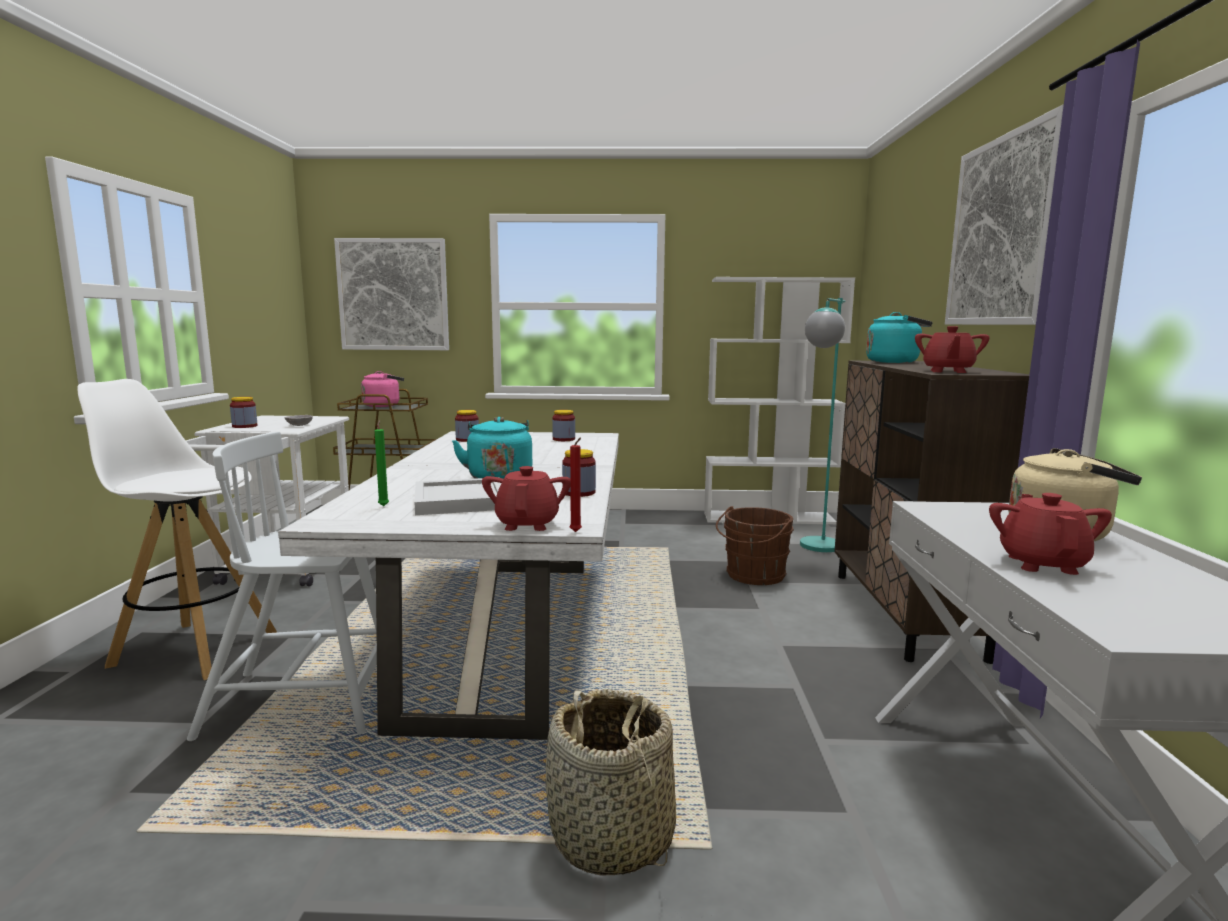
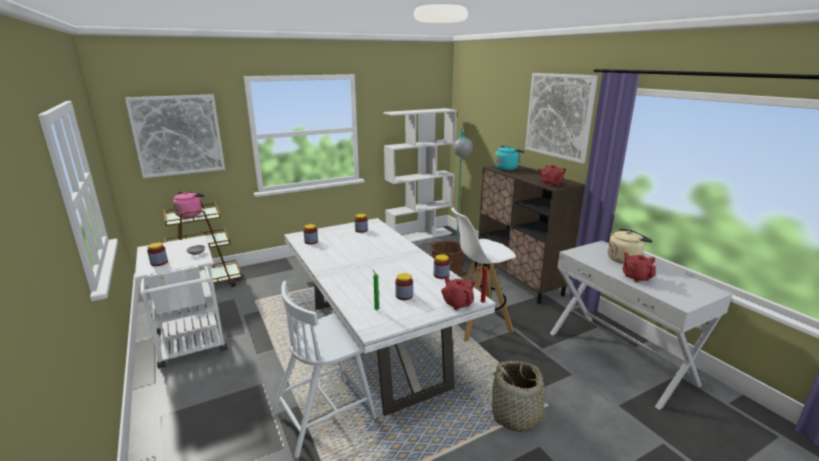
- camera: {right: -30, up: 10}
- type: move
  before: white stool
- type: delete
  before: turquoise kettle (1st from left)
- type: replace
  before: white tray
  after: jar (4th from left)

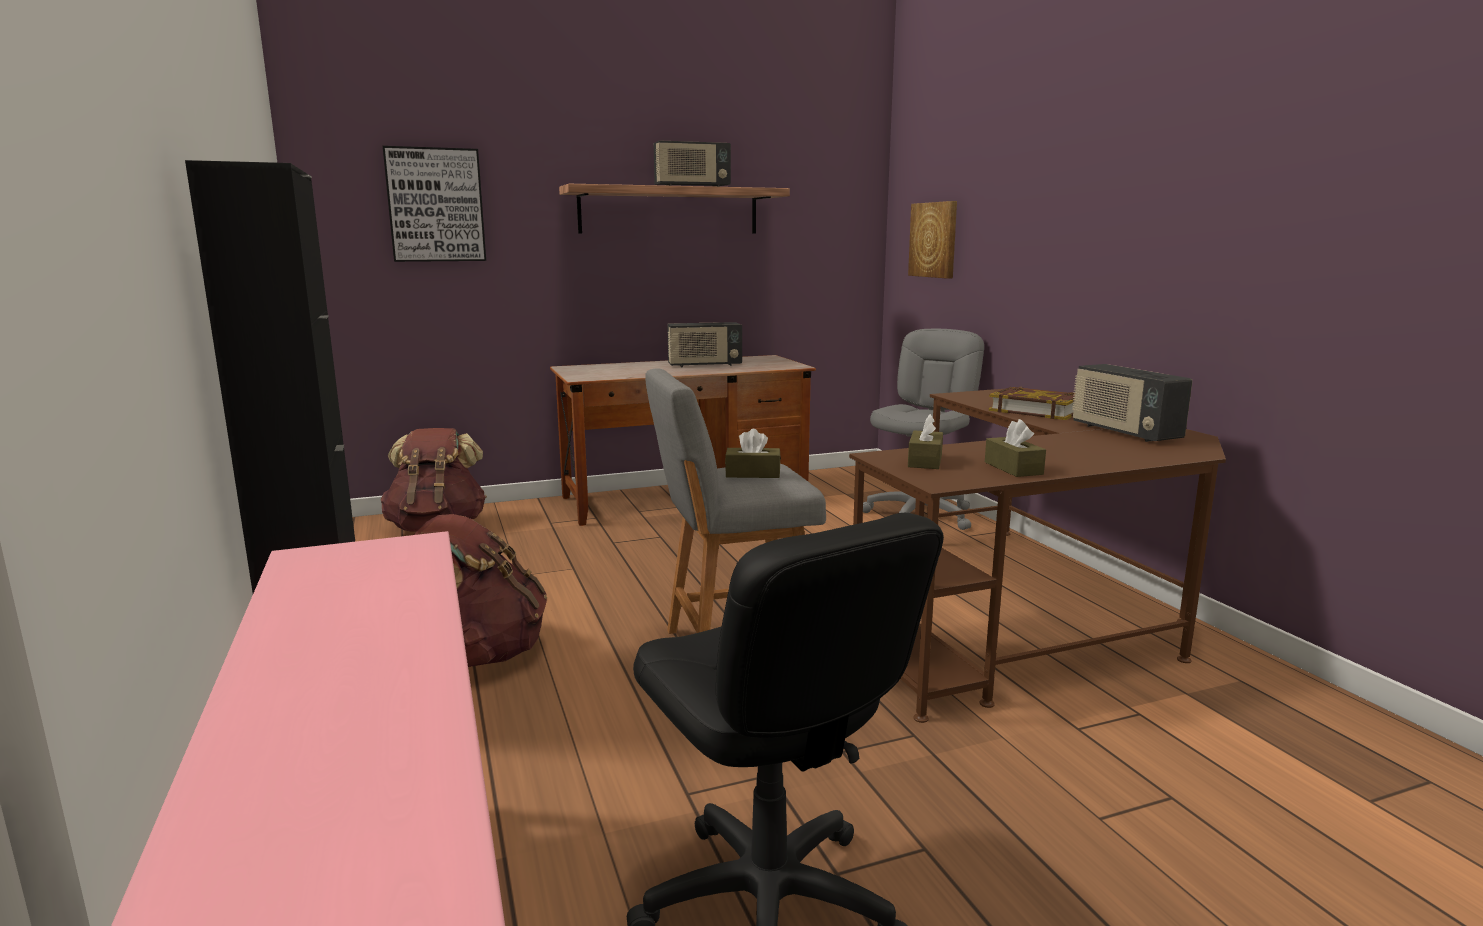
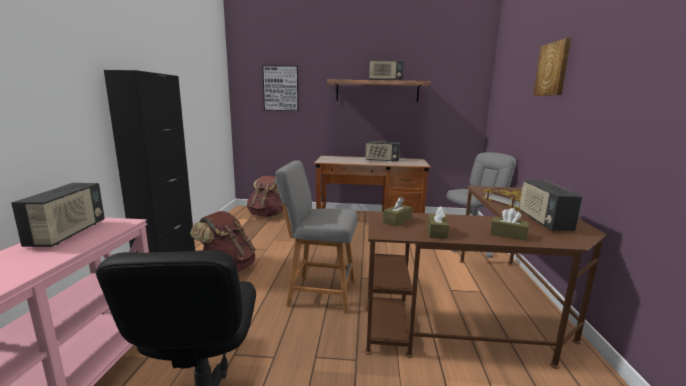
- camera: {right: 25, up: 0}
- type: move
  before: picture (2nd from left)
- type: move
  before: brown tissue box (1st from left in the first image)
  after: brown tissue box (3rd from left)
- type: insert
  after: radio (1st from left)

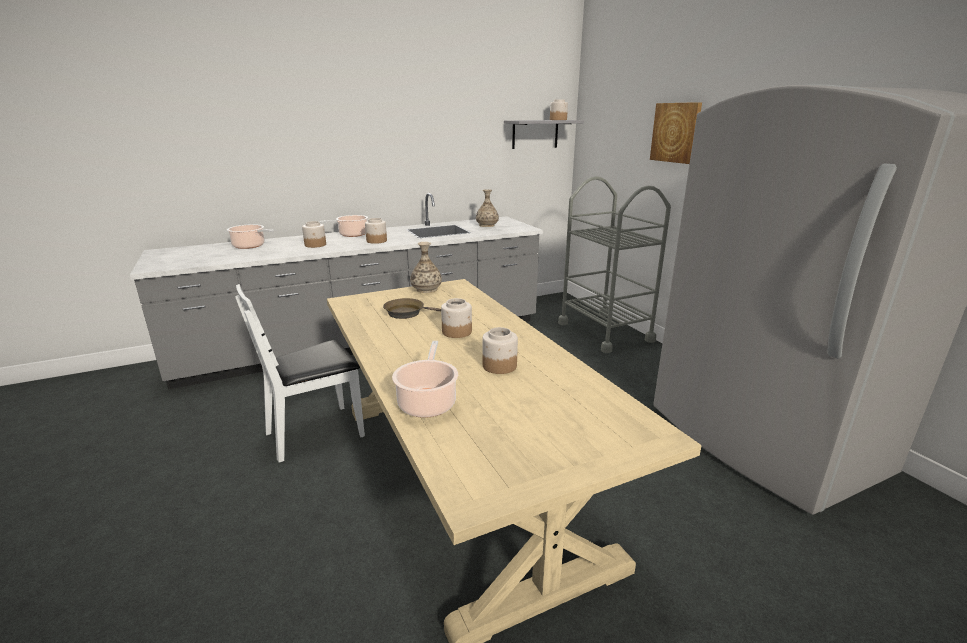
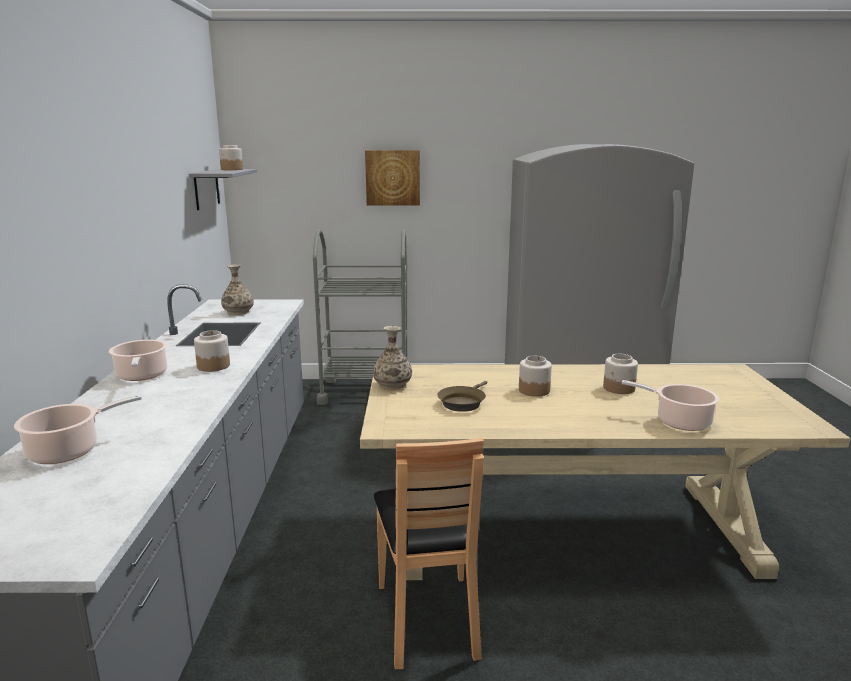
- camera: {right: -65, up: -5}
- type: delete
  before: jar (1st from left)
- type: recolor
  before: white chair
  after: brown chair

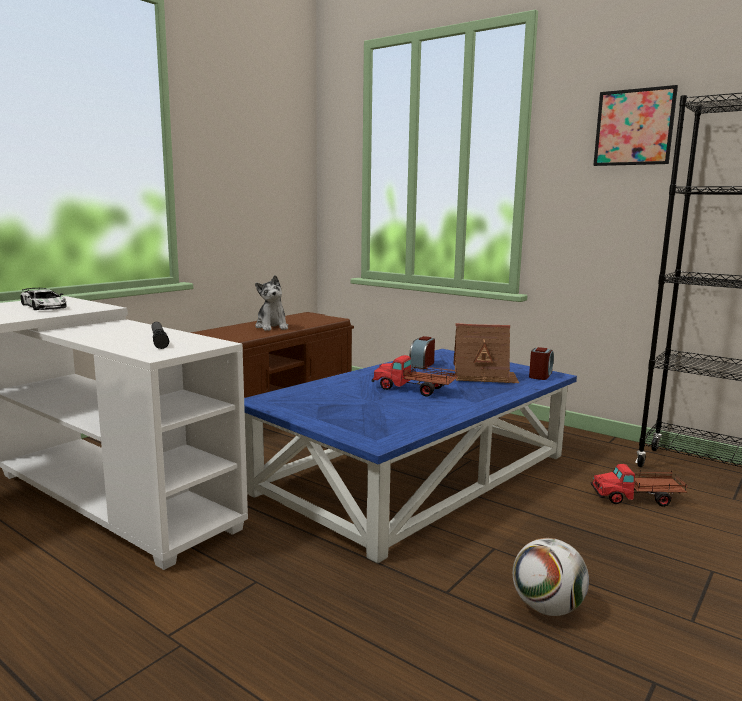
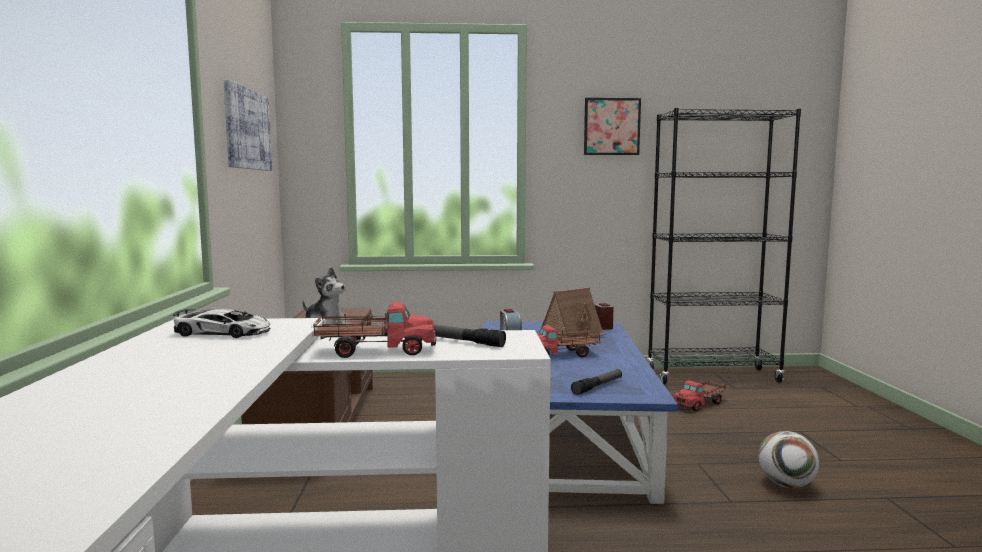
- camera: {right: -40, up: -5}
- type: insert
  after: picture (1st from left)
- type: insert
  after: toy truck (1st from left)
- type: insert
  after: flashlight (2nd from left)

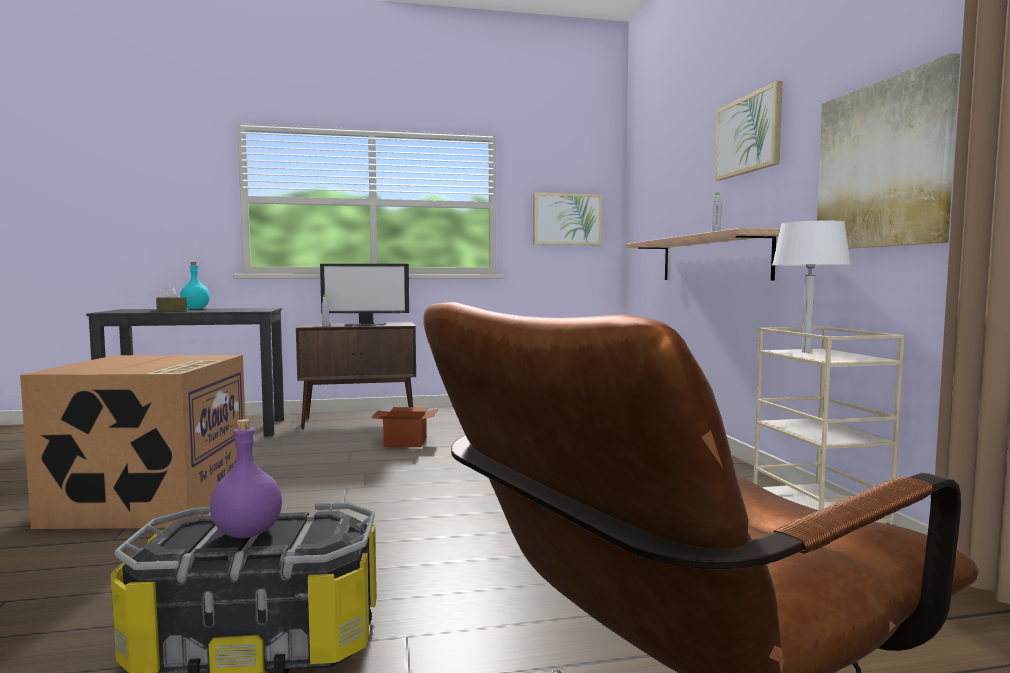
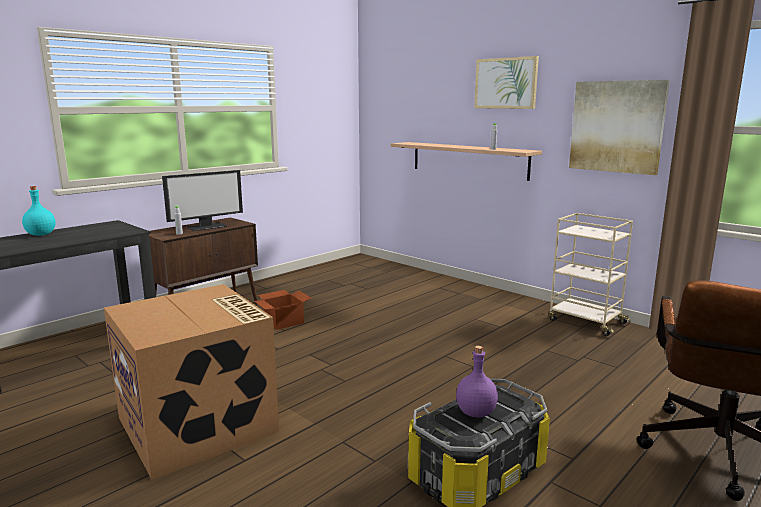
- camera: {right: -35, up: 10}
- type: delete
  before: picture (1st from left)
- type: delete
  before: white table lamp
- type: delete
  before: brown tissue box

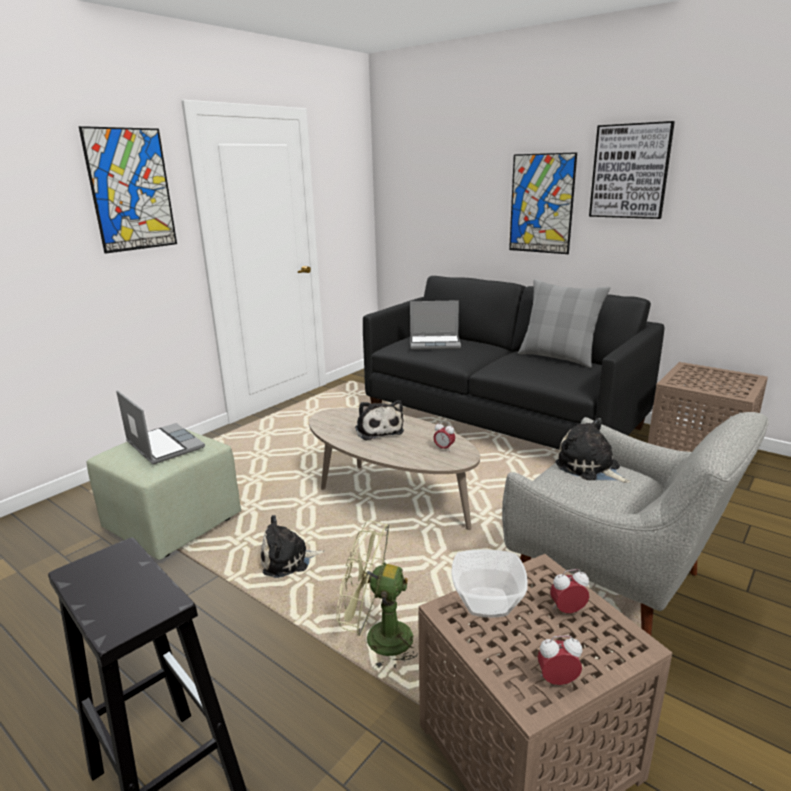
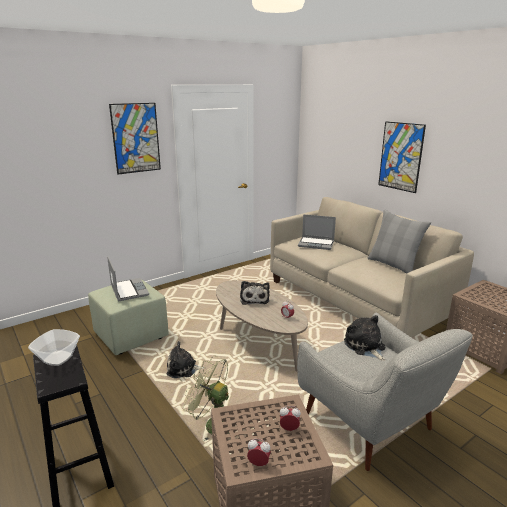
- camera: {right: 15, up: 0}
- type: delete
  before: picture (3rd from left)
- type: recolor
  before: black sofa
  after: beige sofa
- type: move
  before: bowl

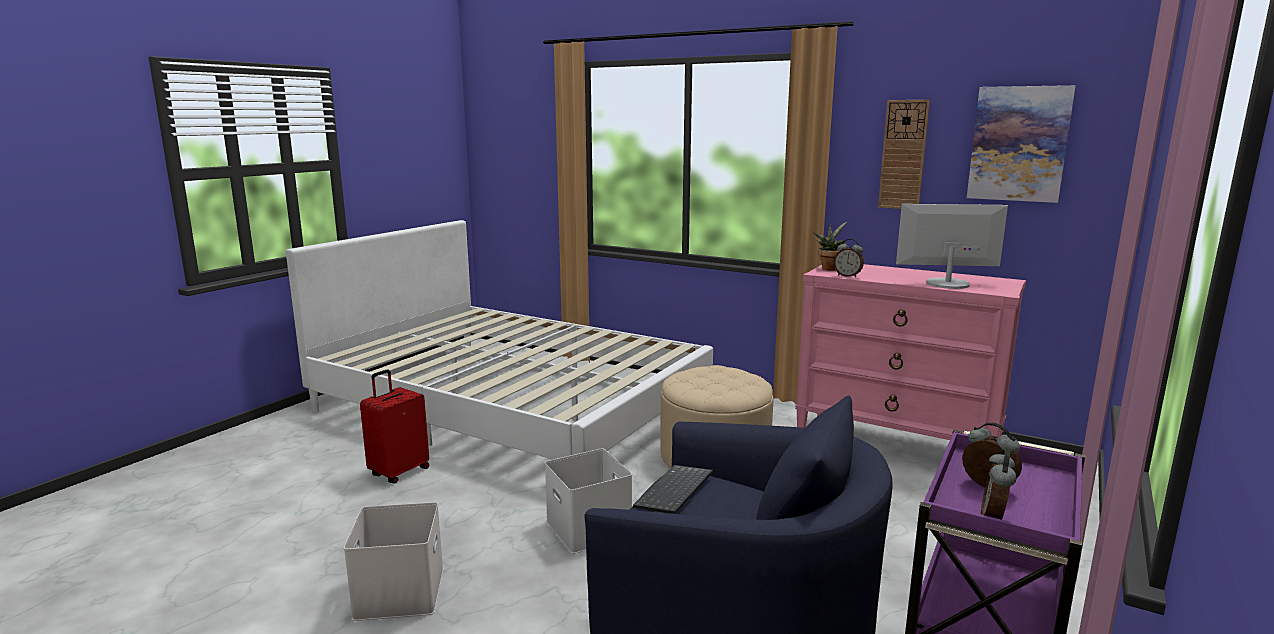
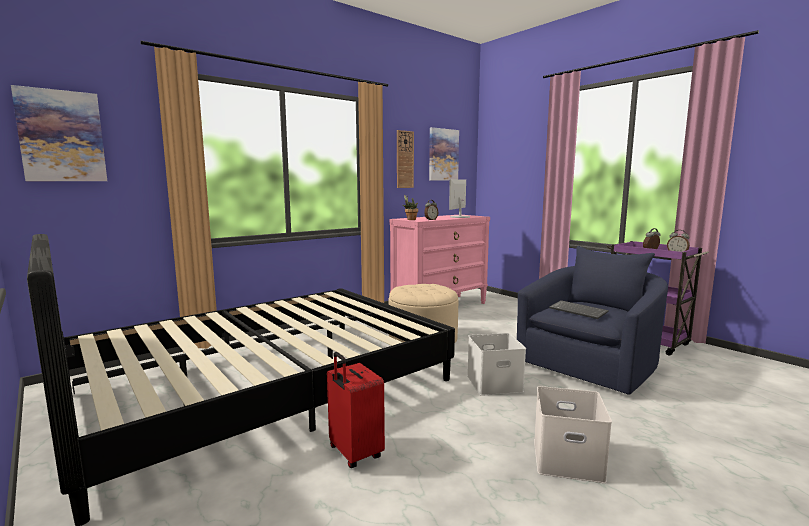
- camera: {right: -70, up: -5}
- type: recolor
  before: white bed
  after: black bed
- type: insert
  after: picture (1st from left)

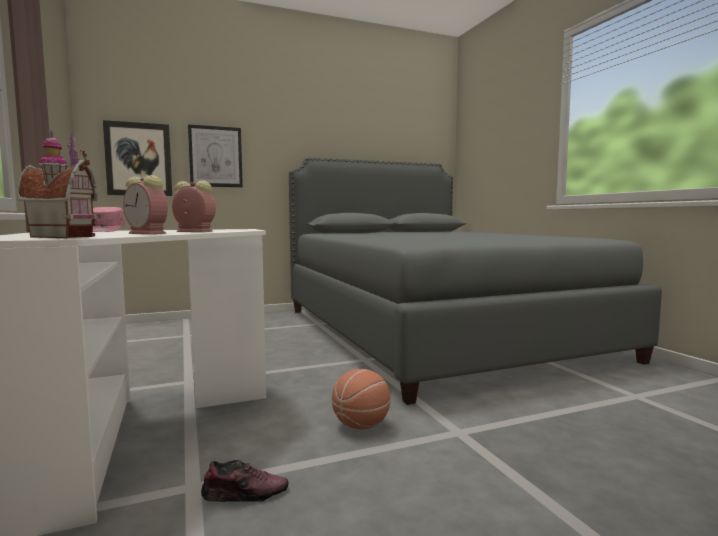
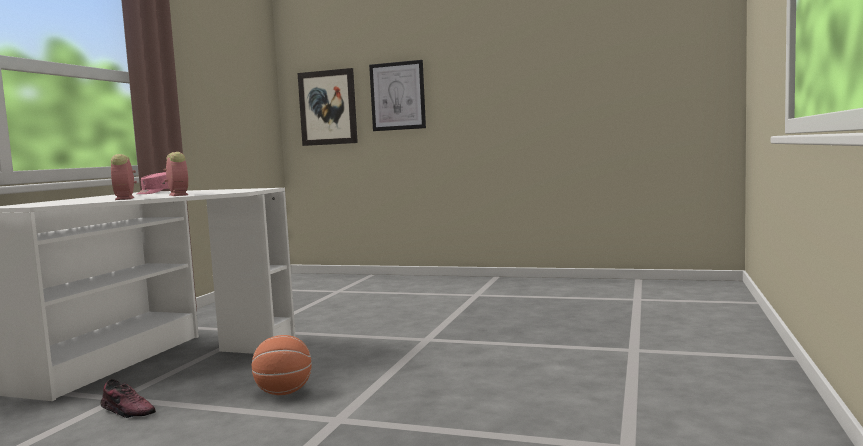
- camera: {right: 40, up: 0}
- type: delete
  before: toy house
- type: delete
  before: grey bed

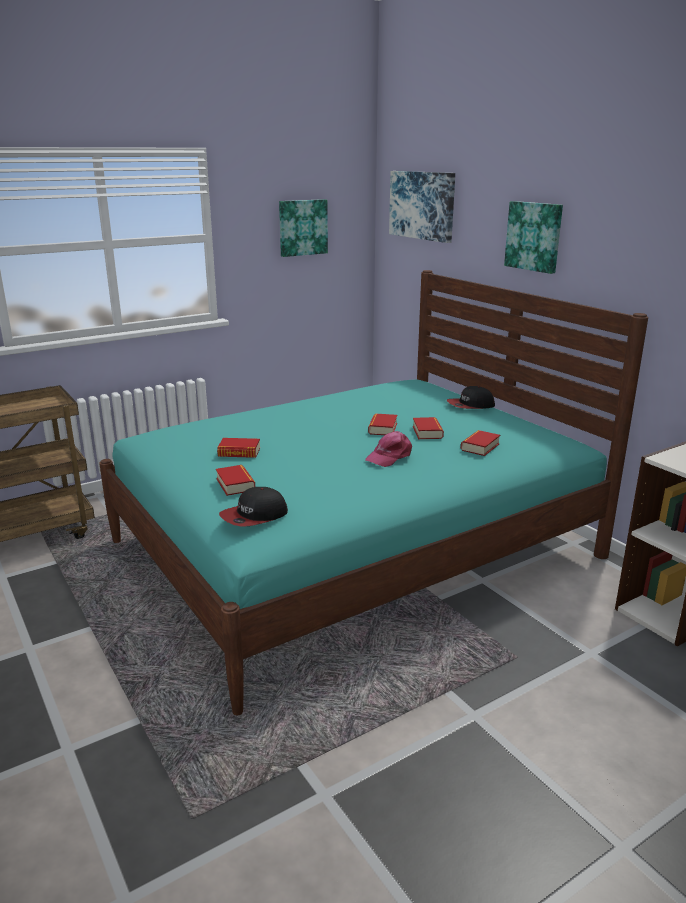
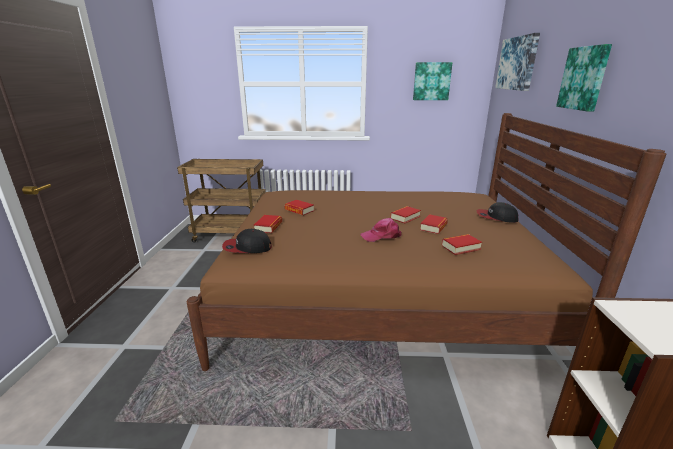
- camera: {right: 35, up: 0}
- type: recolor
  before: turquoise bed
  after: brown bed

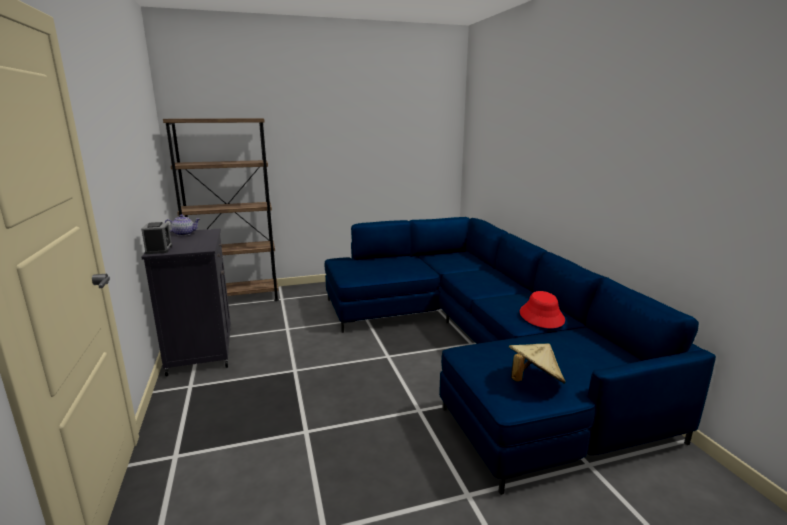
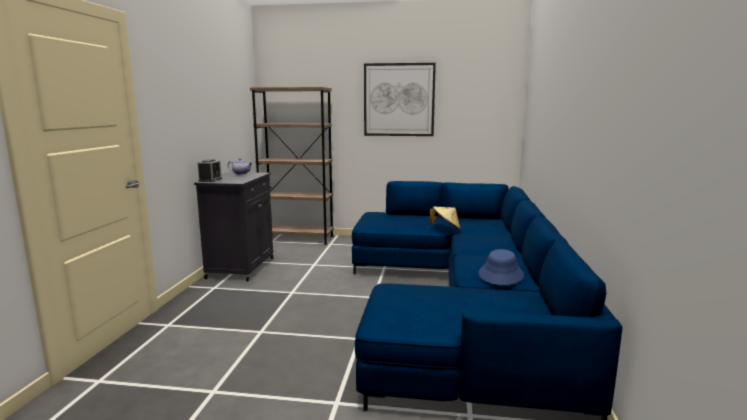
- camera: {right: 25, up: -5}
- type: recolor
  before: red hat
  after: blue hat
- type: move
  before: beige hat
- type: insert
  after: picture

